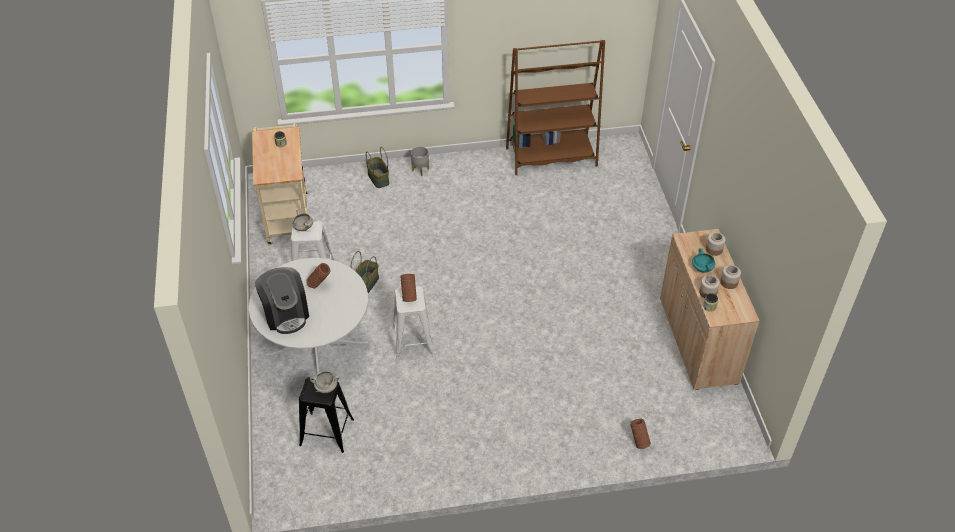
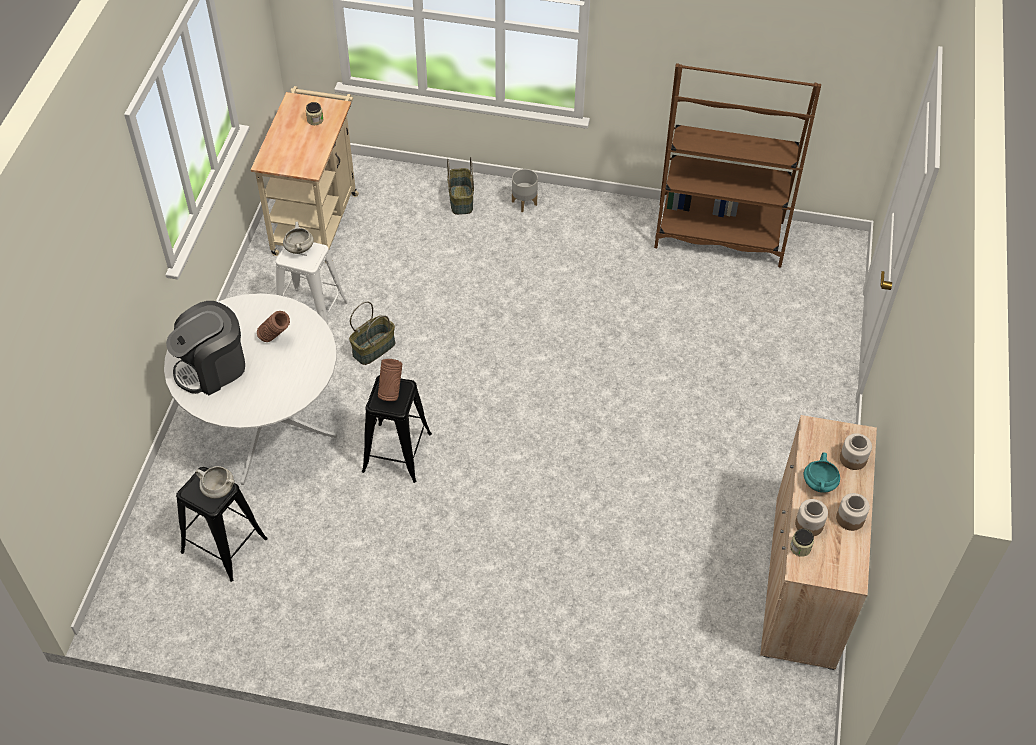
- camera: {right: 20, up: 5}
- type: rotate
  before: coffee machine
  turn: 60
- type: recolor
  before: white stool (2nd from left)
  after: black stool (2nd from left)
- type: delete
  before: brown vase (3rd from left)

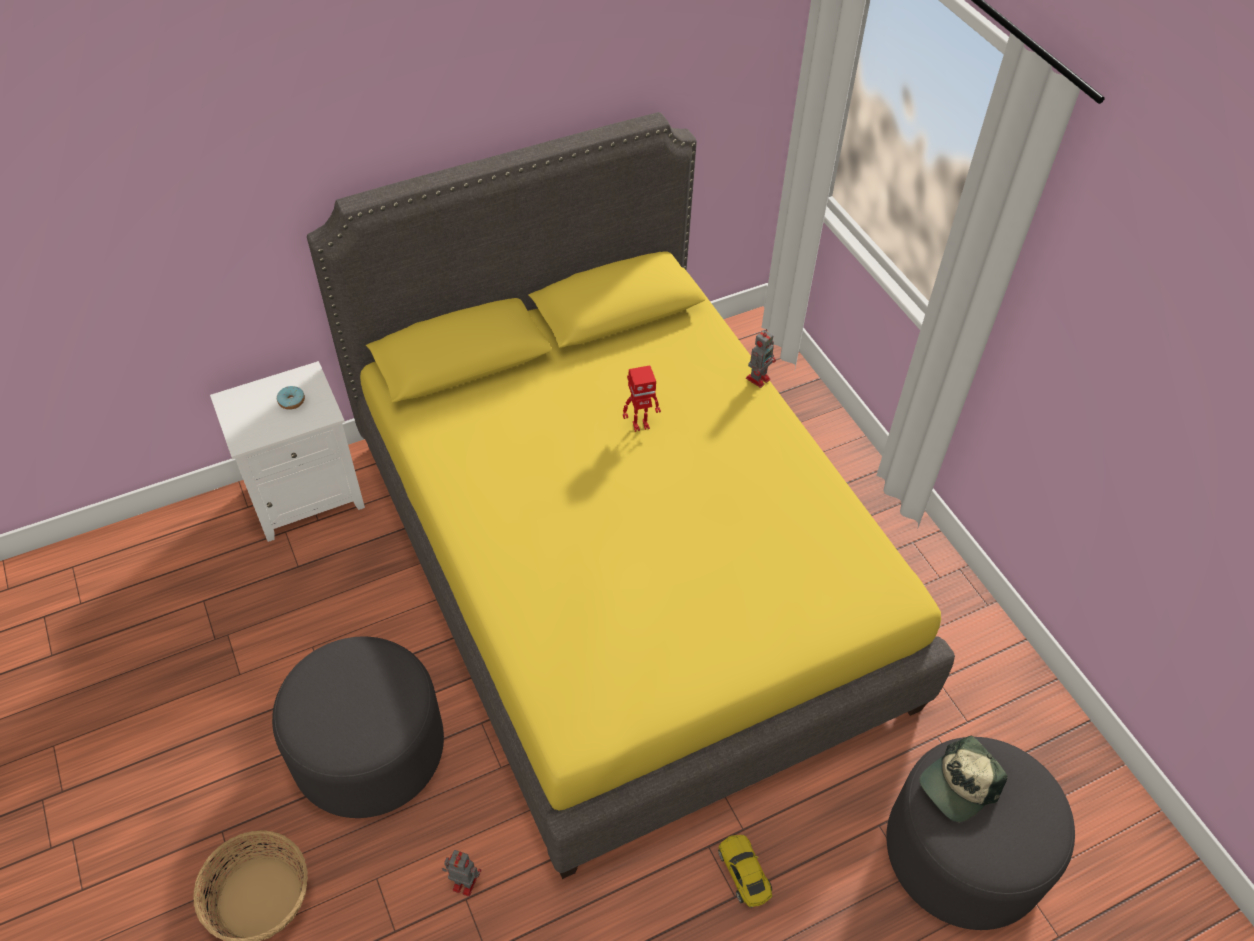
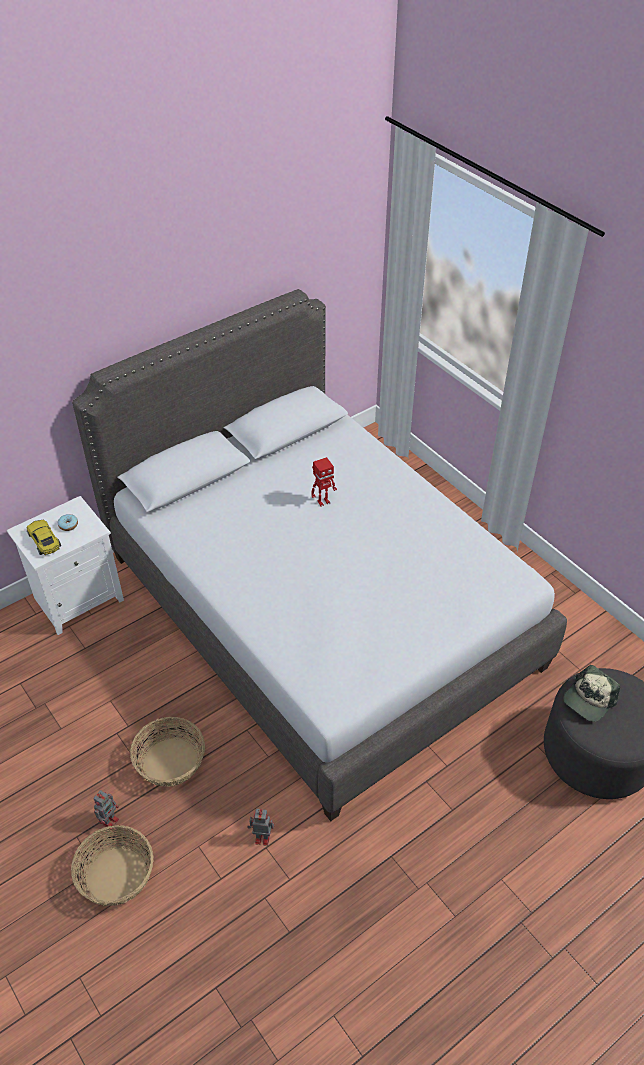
- camera: {right: -10, up: -5}
- type: recolor
  before: yellow bed
  after: grey bed
- type: move
  before: toy robot (3rd from left in the first image)
  after: toy robot (1st from left)
- type: replace
  before: grey ottoman (1st from left)
  after: basket (2nd from left)
- type: move
  before: yellow toy car

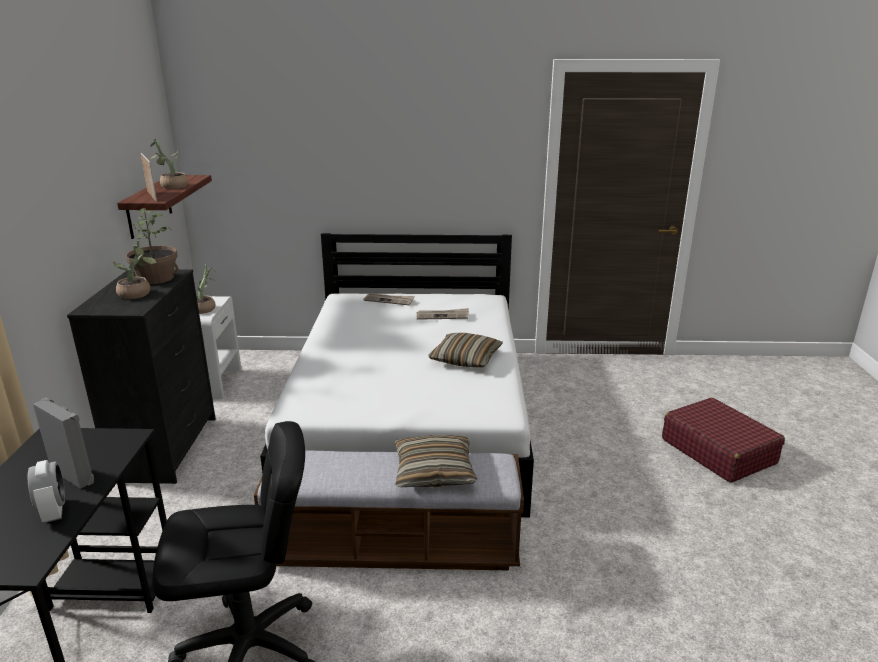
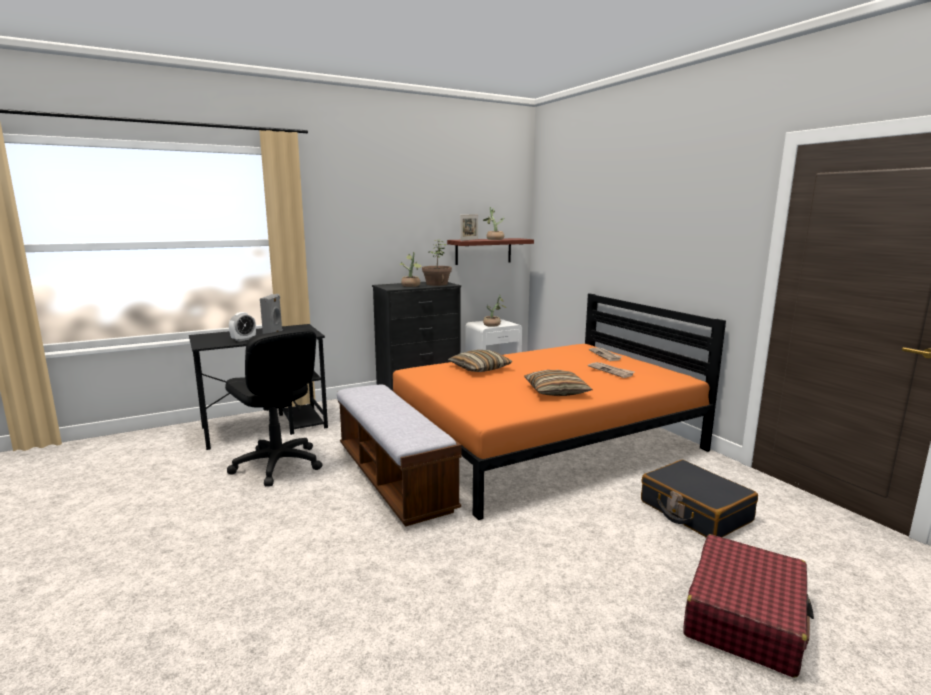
- camera: {right: 60, up: -10}
- type: recolor
  before: white bed
  after: orange bed
- type: move
  before: pillow (1st from left)
- type: insert
  after: black suitcase

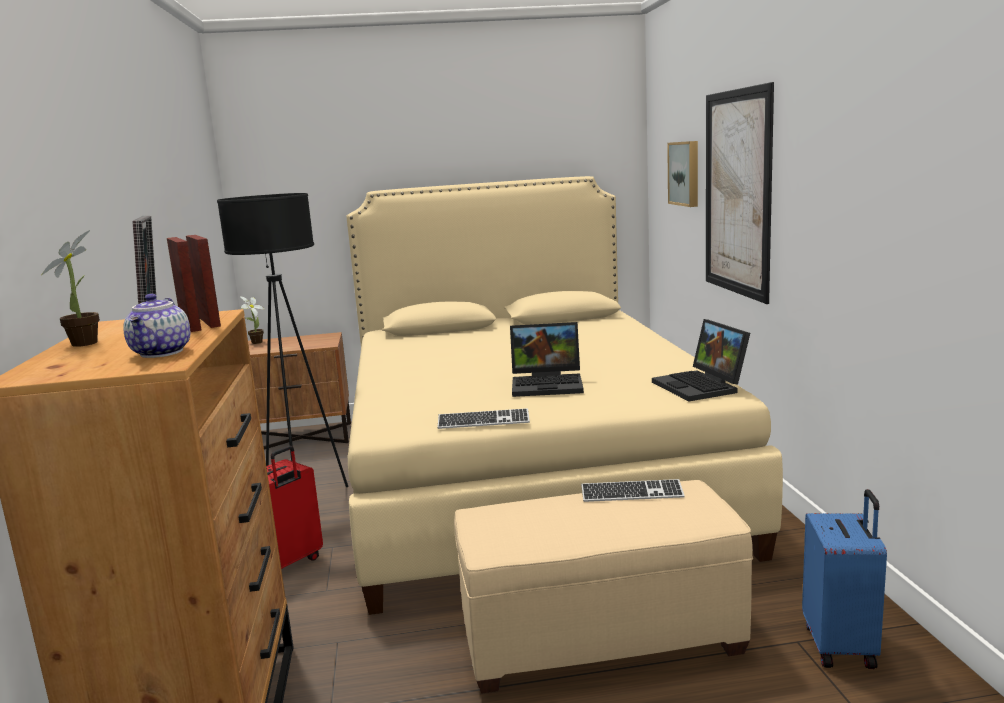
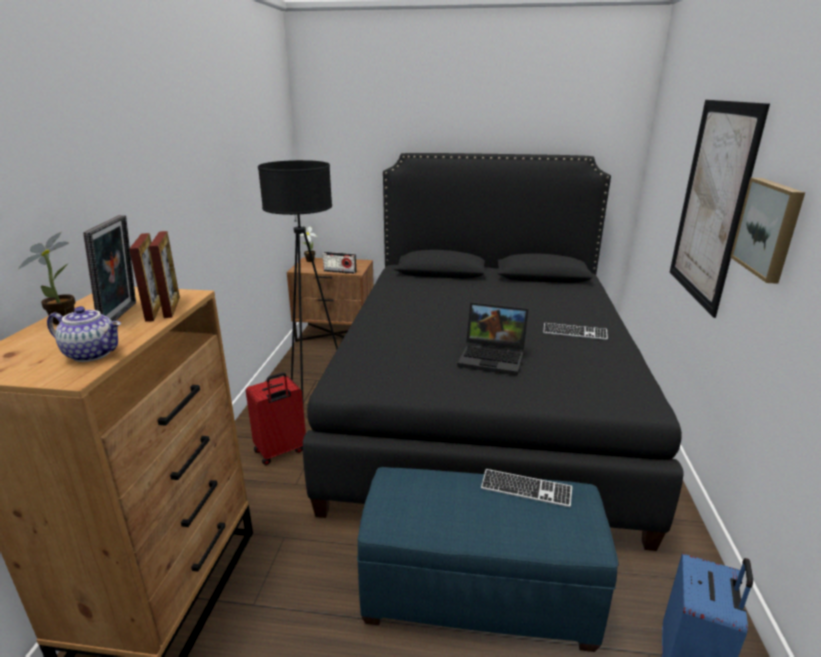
- camera: {right: 15, up: 10}
- type: move
  before: picture (1st from left in the first image)
  after: picture (2nd from left)
- type: recolor
  before: beige bed
  after: black bed
- type: rotate
  before: teapot
  turn: -90
- type: delete
  before: laptop (2nd from left)
- type: move
  before: keyboard (1st from left in the first image)
  after: keyboard (2nd from left)
- type: recolor
  before: beige ottoman
  after: blue ottoman
- type: insert
  after: radio

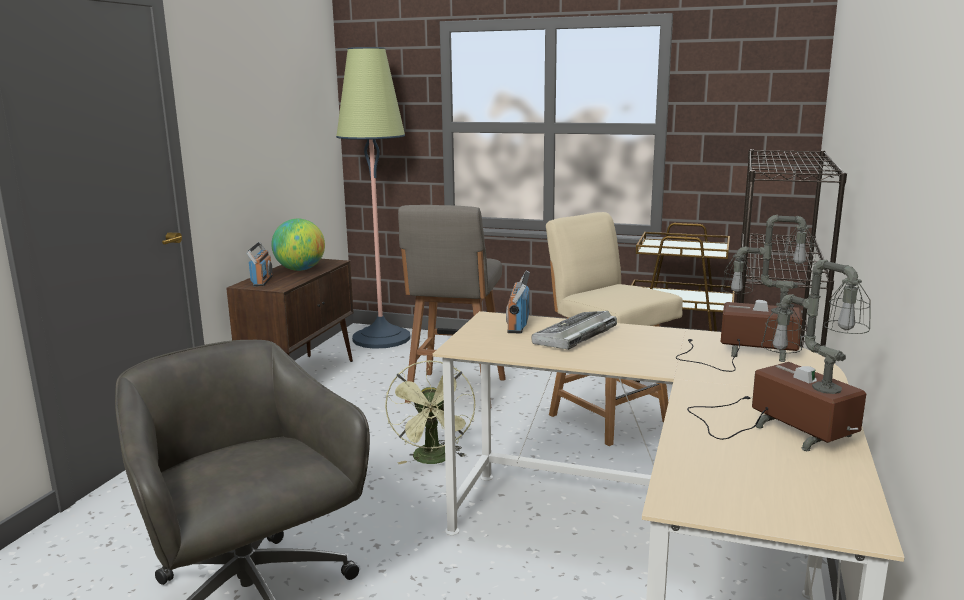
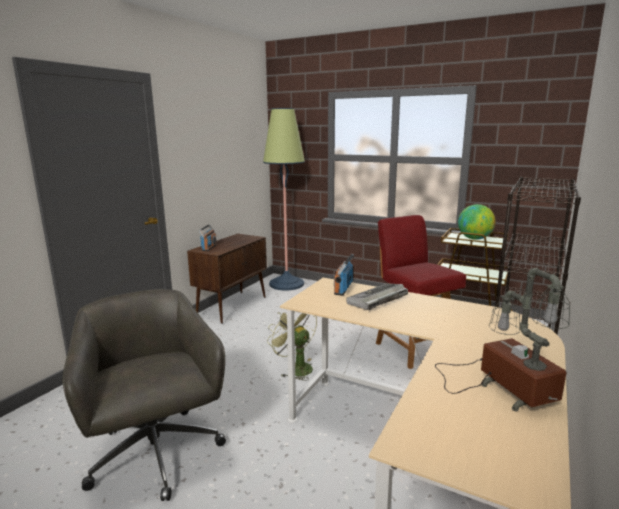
- camera: {right: 10, up: 0}
- type: delete
  before: grey stool
- type: recolor
  before: beige chair
  after: red chair
- type: delete
  before: table lamp (1st from left)
- type: move
  before: globe
- type: rotate
  before: green fan
  turn: 135

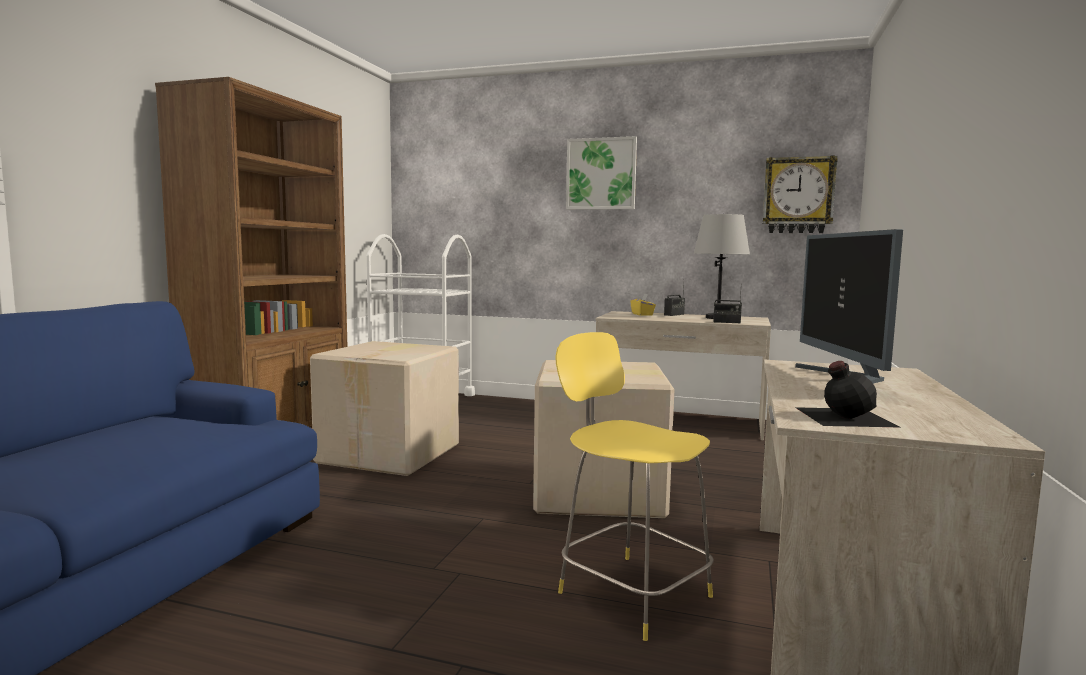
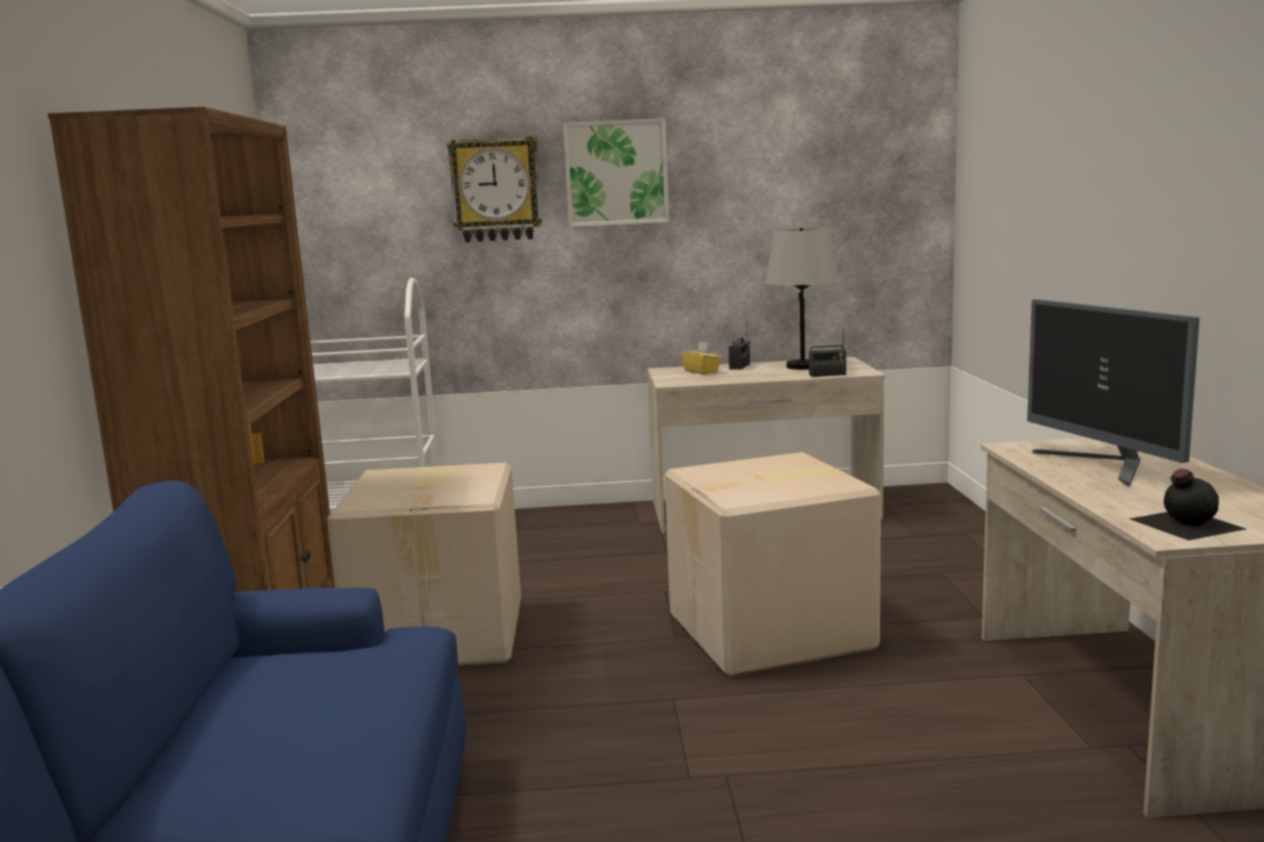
- camera: {right: -20, up: 5}
- type: move
  before: wall clock
- type: delete
  before: yellow stool

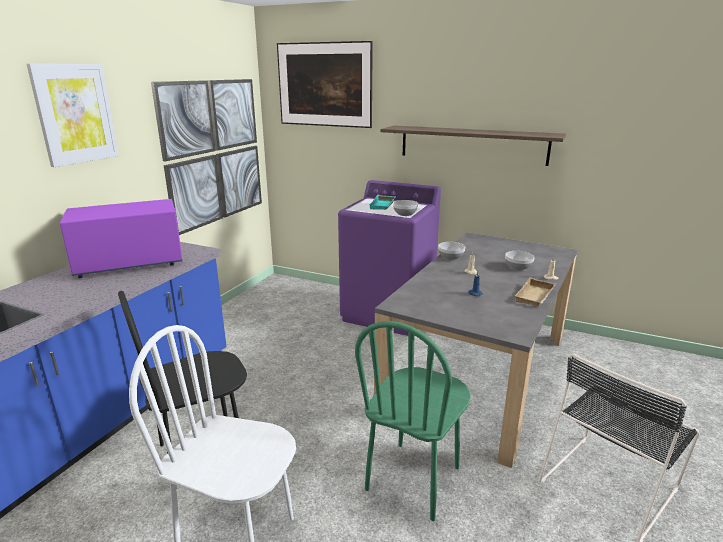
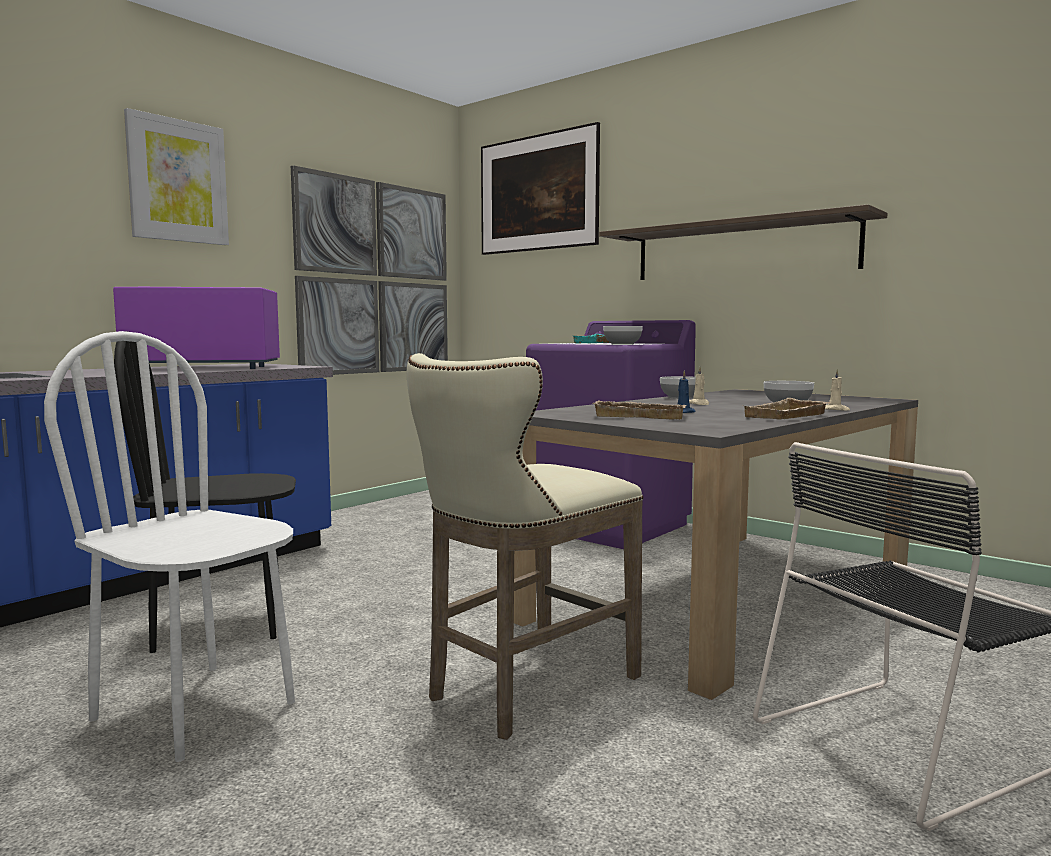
- camera: {right: 15, up: -15}
- type: replace
  before: green chair
  after: beige stool
- type: insert
  after: beige tray (1st from left)

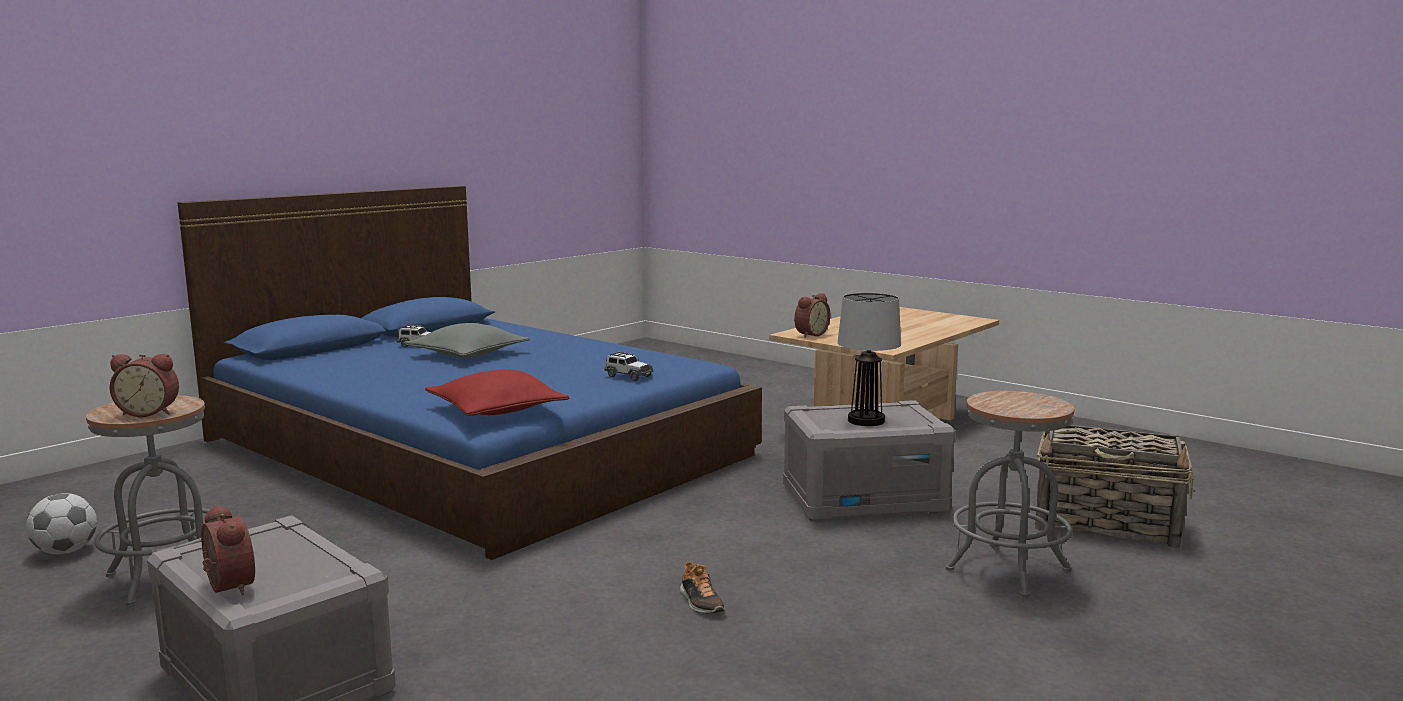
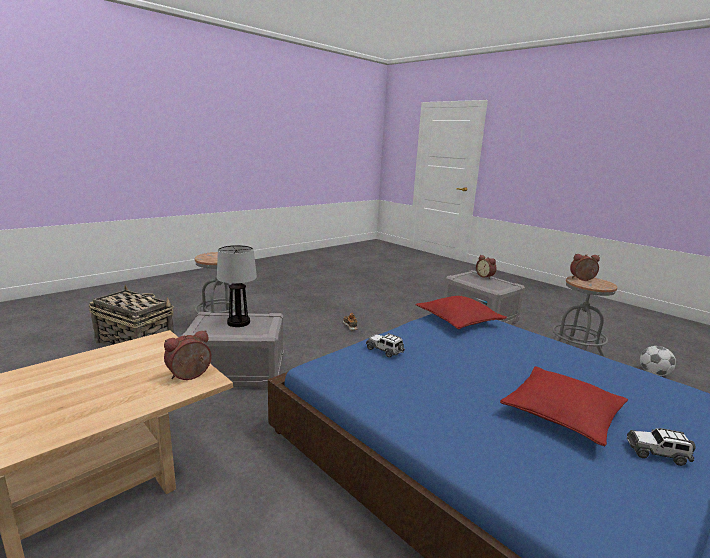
- camera: {right: -175, up: 5}
- type: recolor
  before: grey pillow
  after: red pillow (2nd from left)

